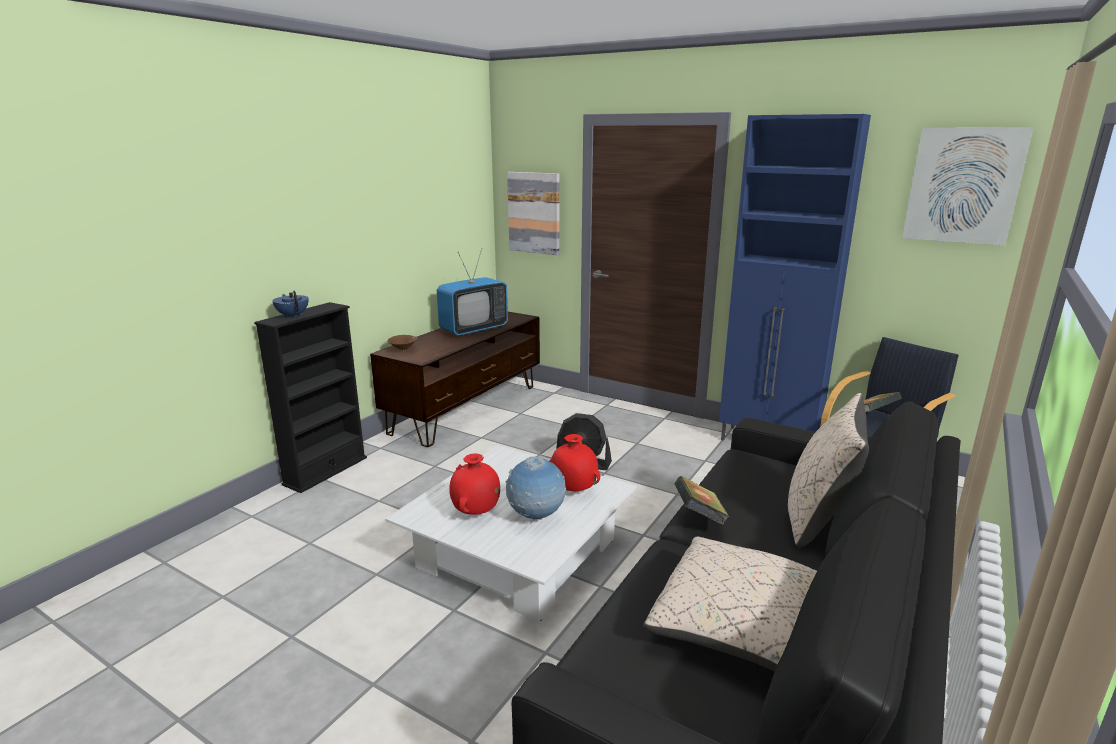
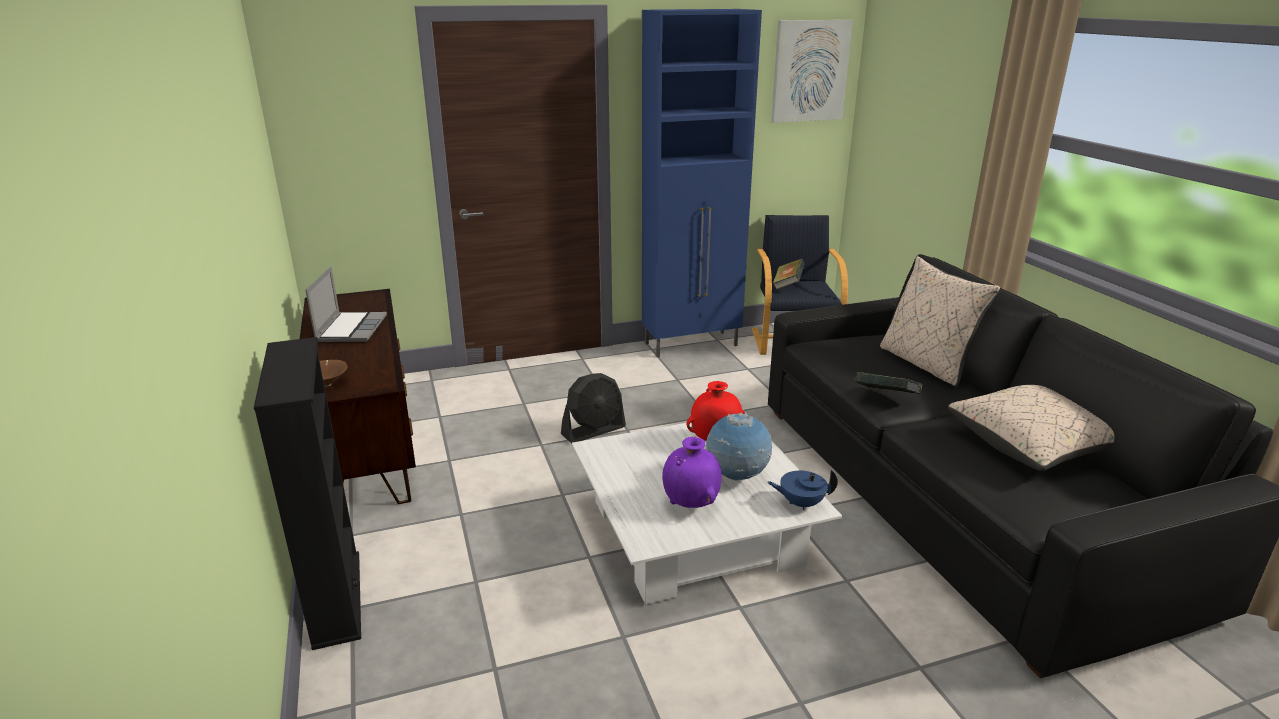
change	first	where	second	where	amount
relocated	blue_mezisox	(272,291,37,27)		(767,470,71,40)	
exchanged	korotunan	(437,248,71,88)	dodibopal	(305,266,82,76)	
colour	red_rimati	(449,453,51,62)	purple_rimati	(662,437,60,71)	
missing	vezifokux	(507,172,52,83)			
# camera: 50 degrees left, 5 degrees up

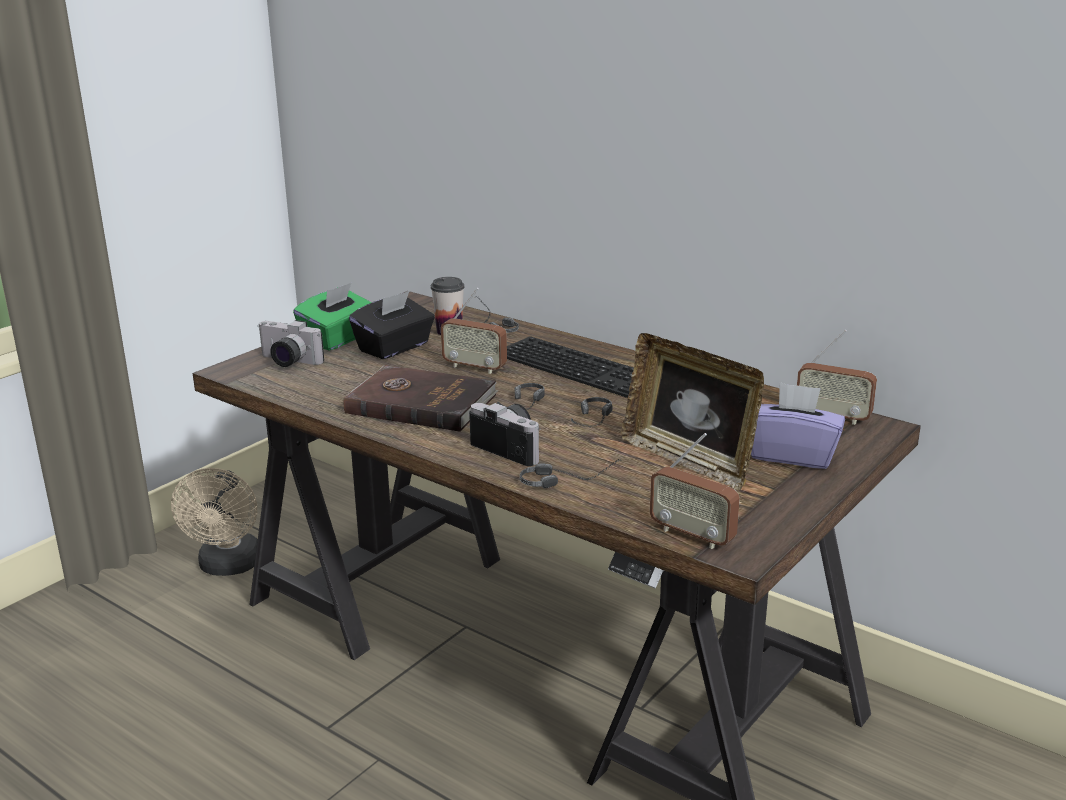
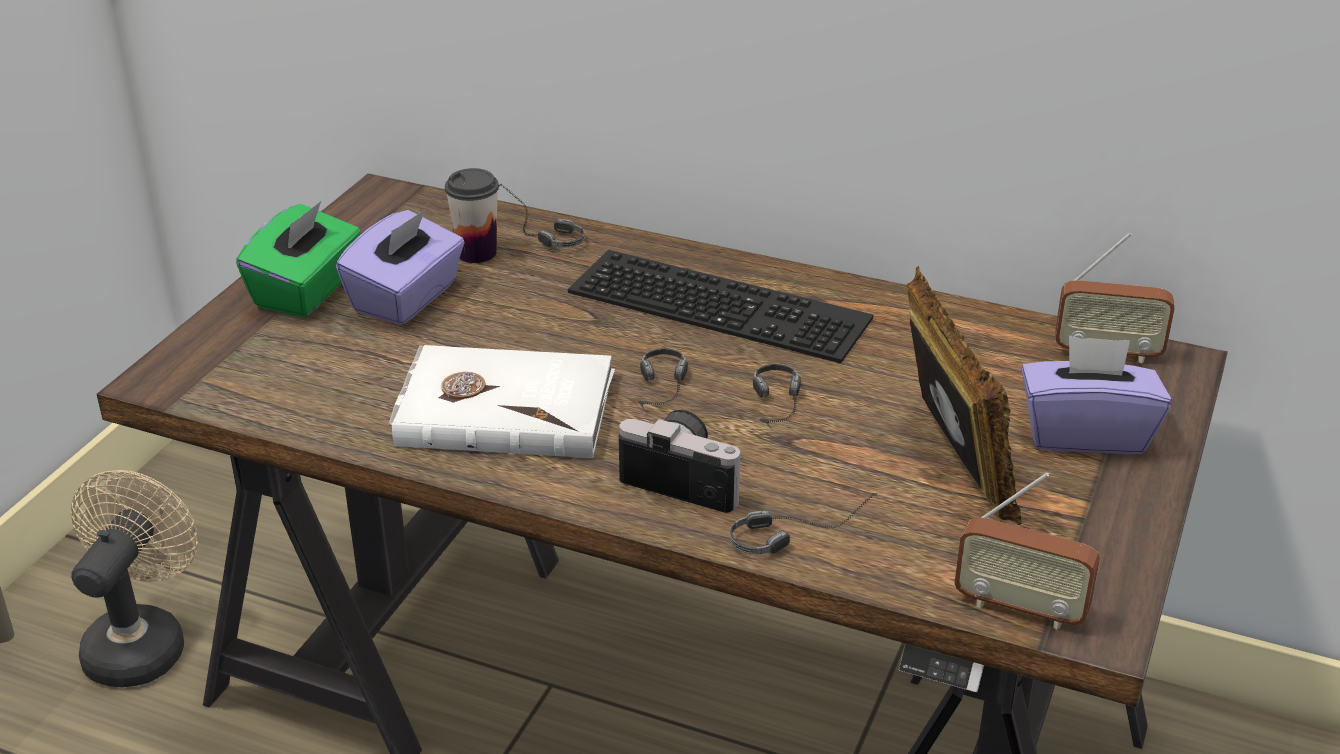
change	first	where	second	where	amount
spun	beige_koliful	(171,468,87,108)		(71,470,127,217)	150 degrees counterclockwise
missing	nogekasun	(258,320,66,47)			
colour	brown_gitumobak	(343,365,155,67)	white_gitumobak	(389,345,226,113)	
colour	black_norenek	(349,291,86,68)	purple_norenek	(336,209,129,116)	
missing	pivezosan	(441,288,66,86)			
spun	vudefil	(621,333,143,158)		(906,266,115,259)	135 degrees counterclockwise
# camera: 15 degrees left, 10 degrees up

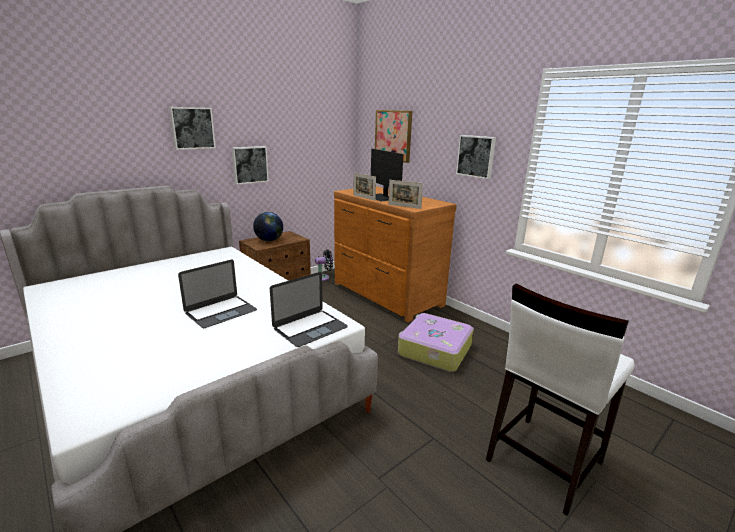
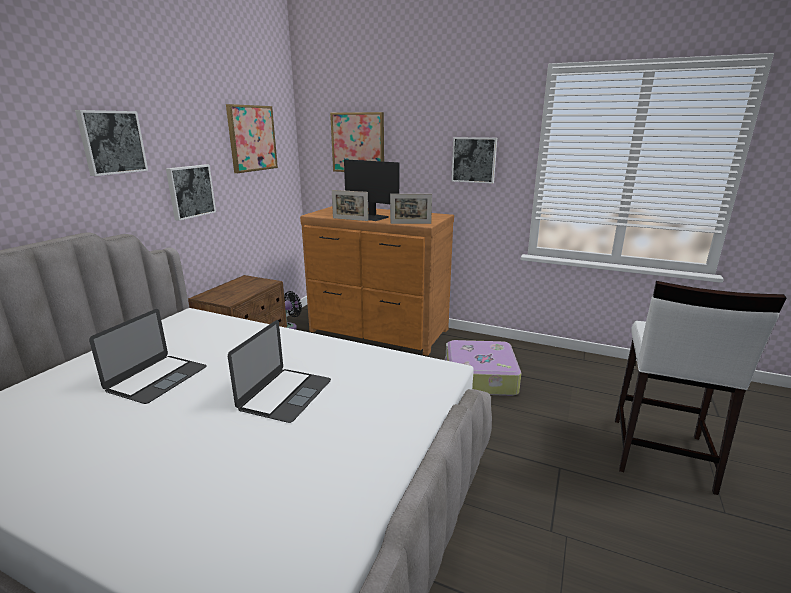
change	first	where	second	where	amount
missing	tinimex	(253,212,30,29)			
relocated	dodibopal	(270,272,78,75)		(89,309,118,95)	
appeared			vezifokux	(226,104,52,69)	
# camera: 25 degrees left, 0 degrees up

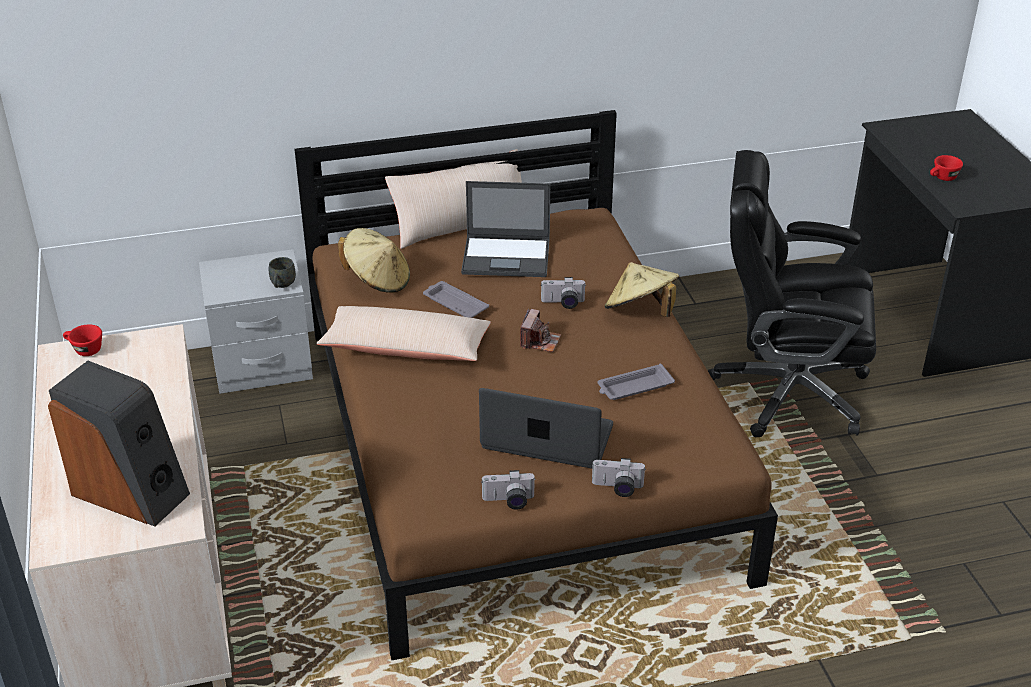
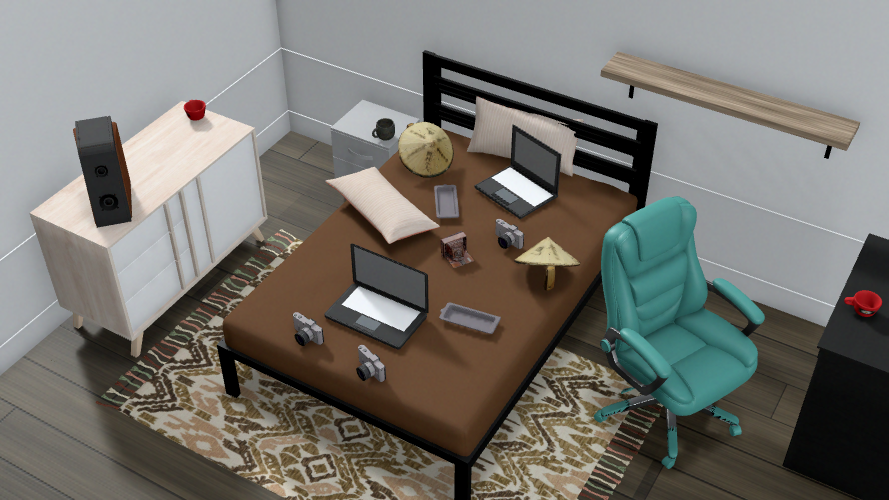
change	first	where	second	where	amount
spun	dodibopal	(479,388,134,81)		(324,244,105,106)	150 degrees clockwise
colour	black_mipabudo	(708,150,168,287)	turquoise_mipabudo	(594,196,171,273)	
appeared			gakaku	(600,51,260,108)	
# camera: 45 degrees right, 5 degrees up

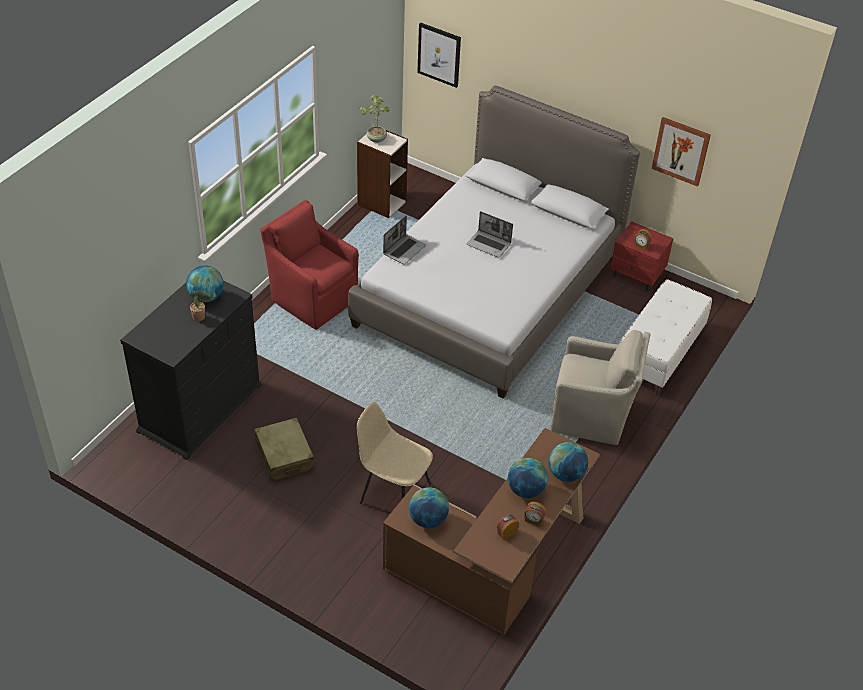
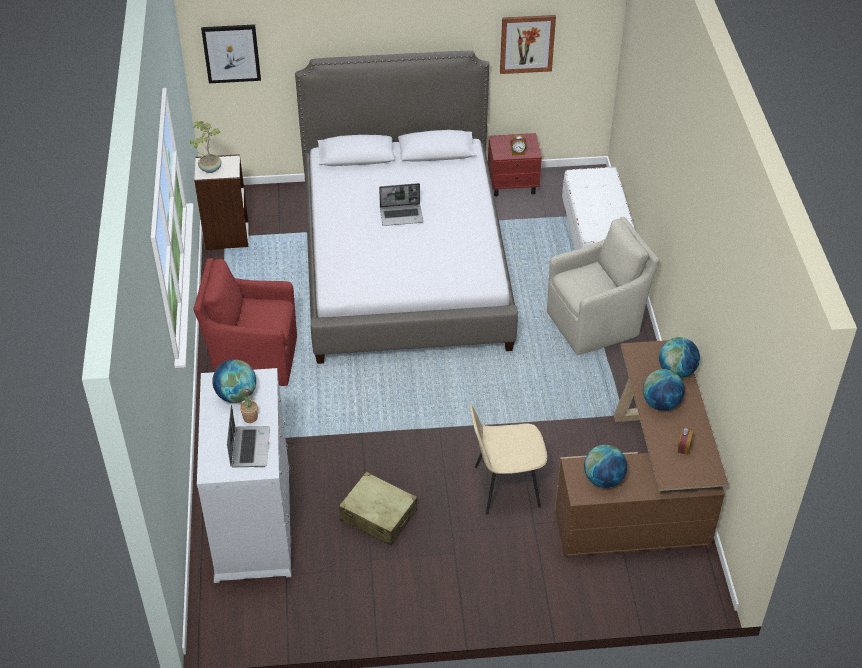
change	first	where	second	where	amount
colour	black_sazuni	(120,280,142,180)	white_sazuni	(197,368,95,215)	
relocated	dodibopal	(383,216,43,48)		(227,405,43,63)	
missing	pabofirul	(524,502,22,25)			
# camera: 35 degrees left, 0 degrees up

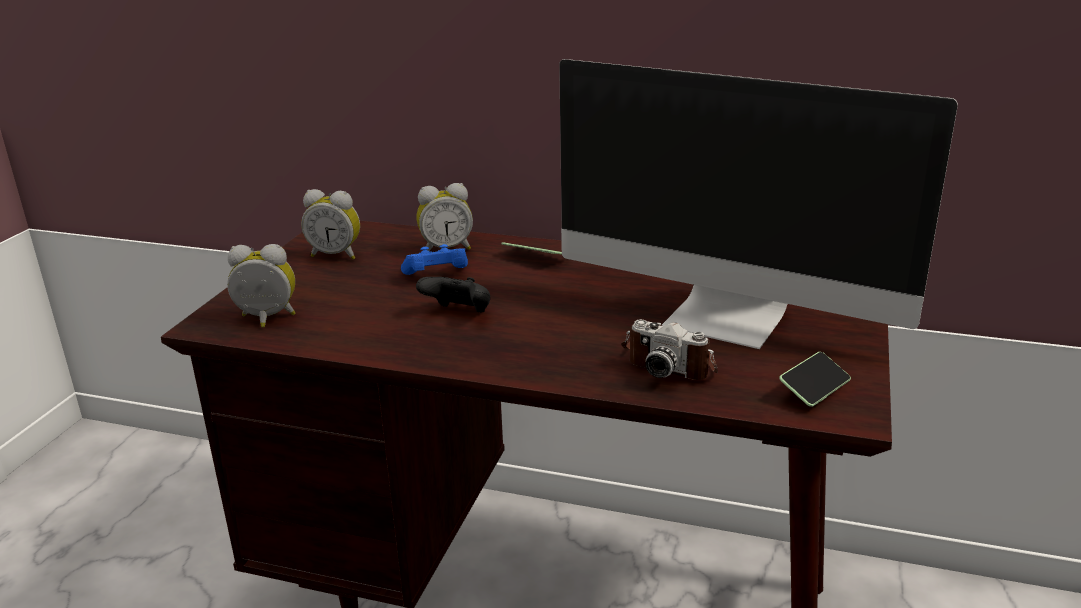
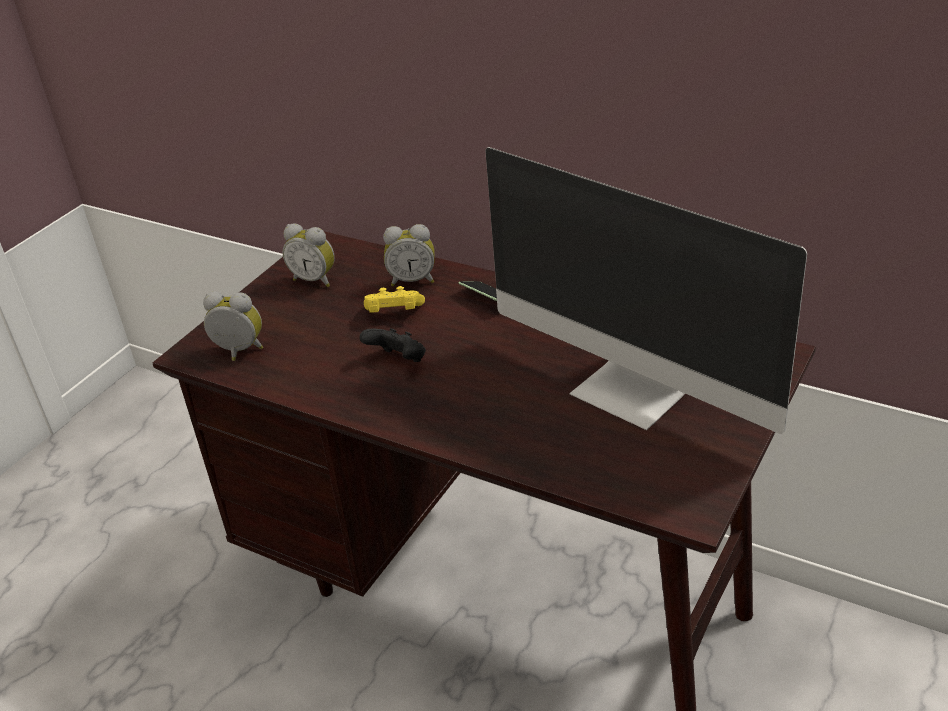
change	first	where	second	where	amount
colour	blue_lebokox	(401,244,67,31)	yellow_lebokox	(364,286,61,27)	
missing	nogekasun	(621,319,97,61)			
missing	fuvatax	(779,352,72,55)			
# camera: 15 degrees right, 10 degrees up

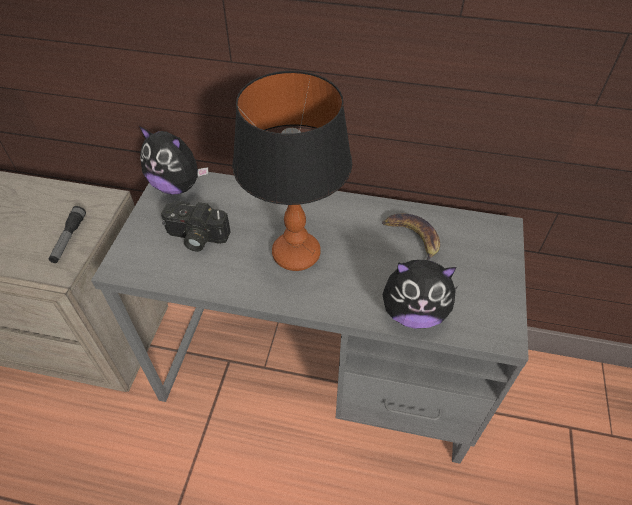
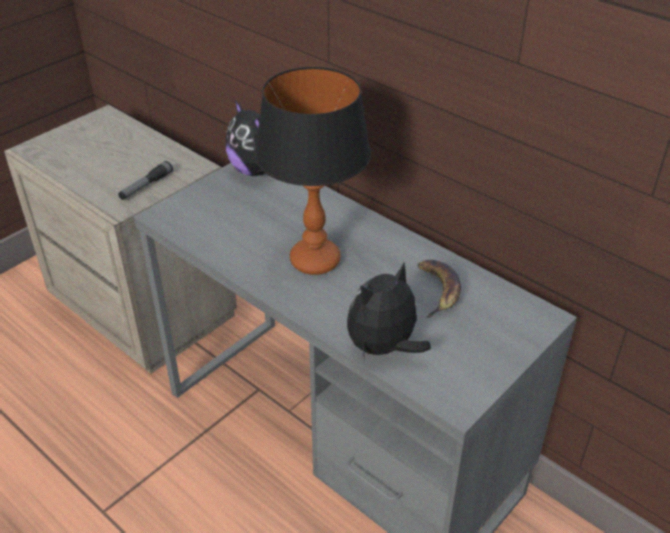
change	first	where	second	where	amount
missing	nogekasun	(161,201,70,51)			
spun	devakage	(382,260,77,69)		(347,263,84,97)	105 degrees clockwise
# camera: 30 degrees right, 10 degrees down

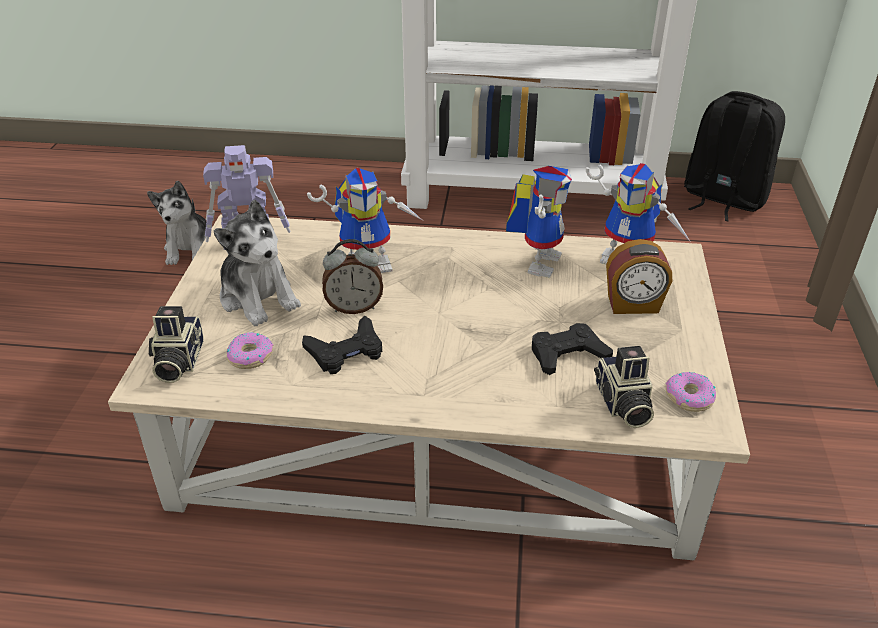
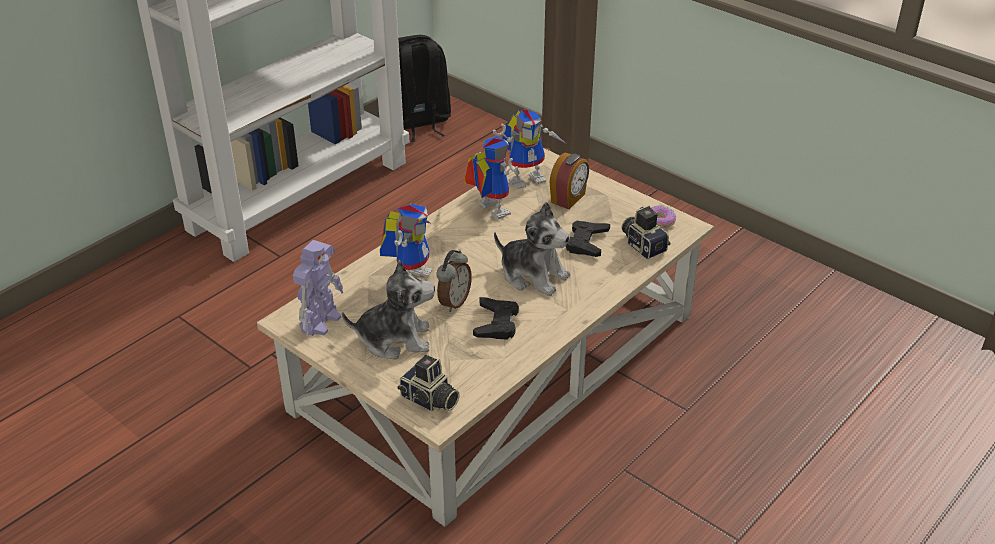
change	first	where	second	where	amount
relocated	devakage	(147,181,59,84)		(494,202,76,94)	
missing	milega	(227,332,46,37)			
spun	nogekasun	(594,346,60,82)		(621,205,49,55)	150 degrees counterclockwise
# camera: 55 degrees left, 0 degrees up

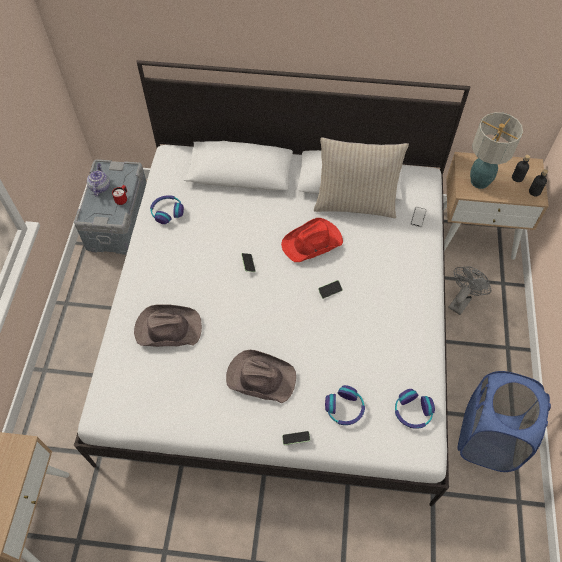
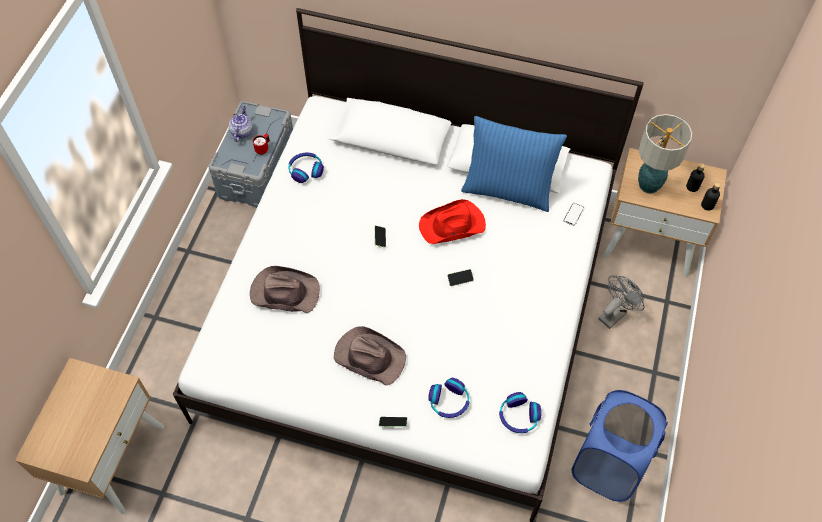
change	first	where	second	where	amount
colour	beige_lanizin	(314,138,95,80)	blue_lanizin	(461,116,106,96)	
# camera: 10 degrees right, 0 degrees up

